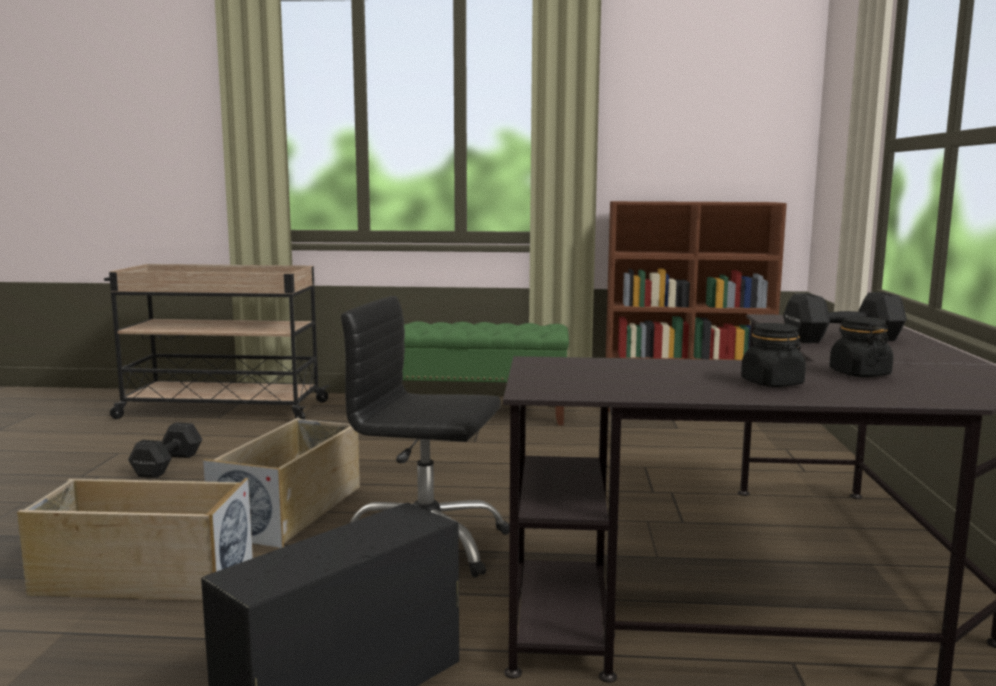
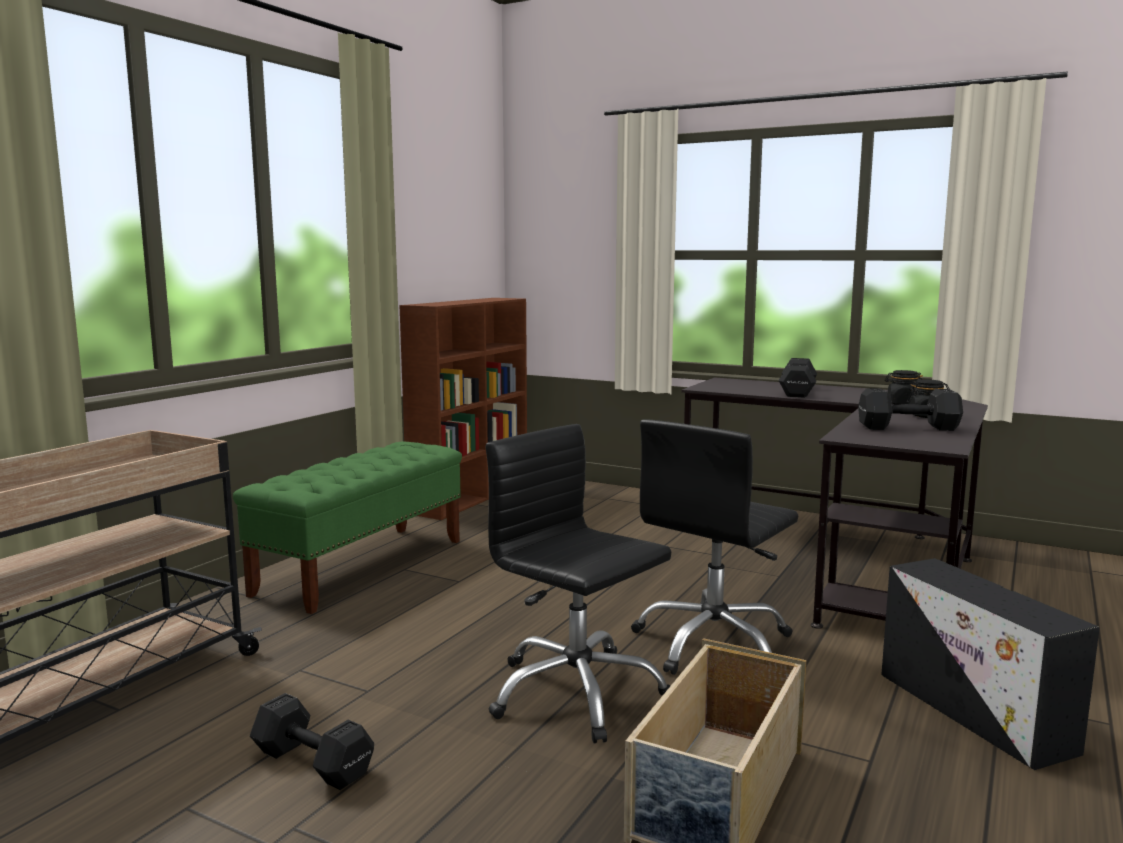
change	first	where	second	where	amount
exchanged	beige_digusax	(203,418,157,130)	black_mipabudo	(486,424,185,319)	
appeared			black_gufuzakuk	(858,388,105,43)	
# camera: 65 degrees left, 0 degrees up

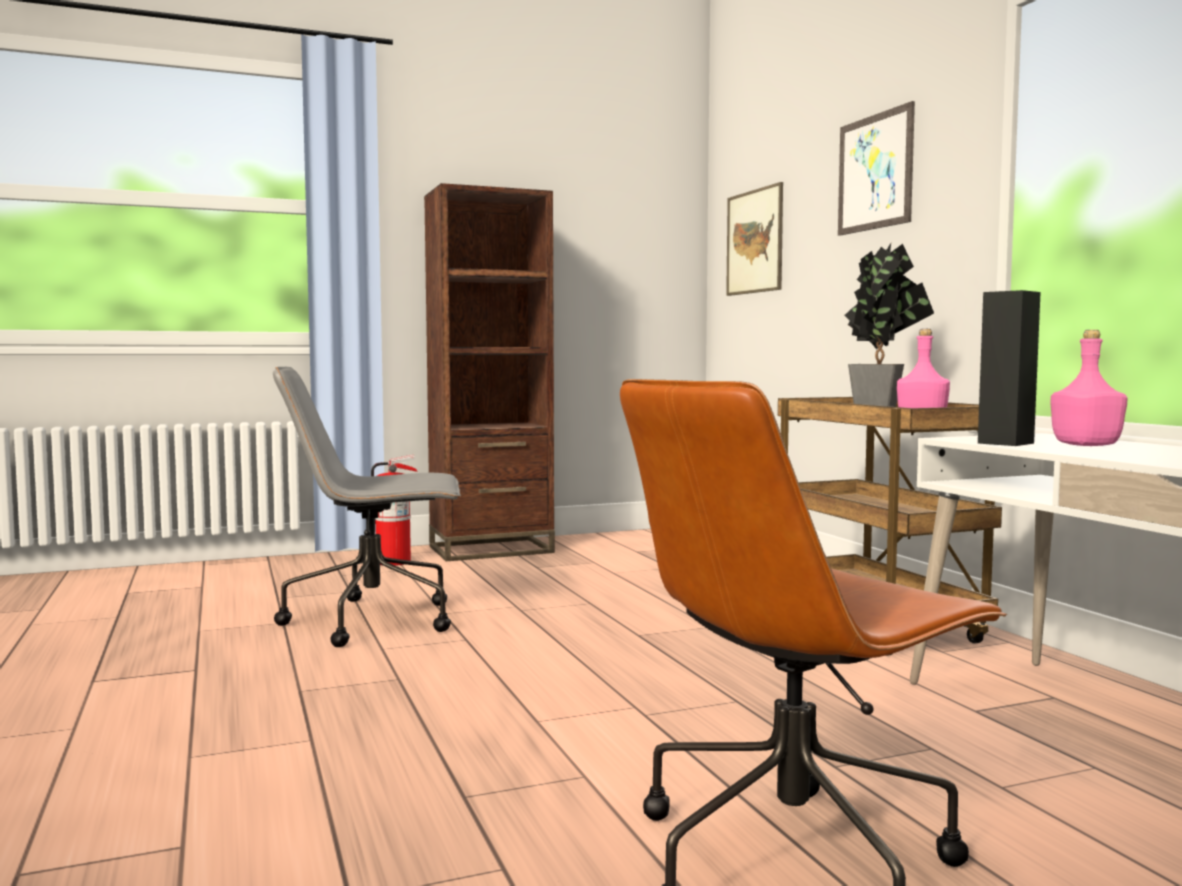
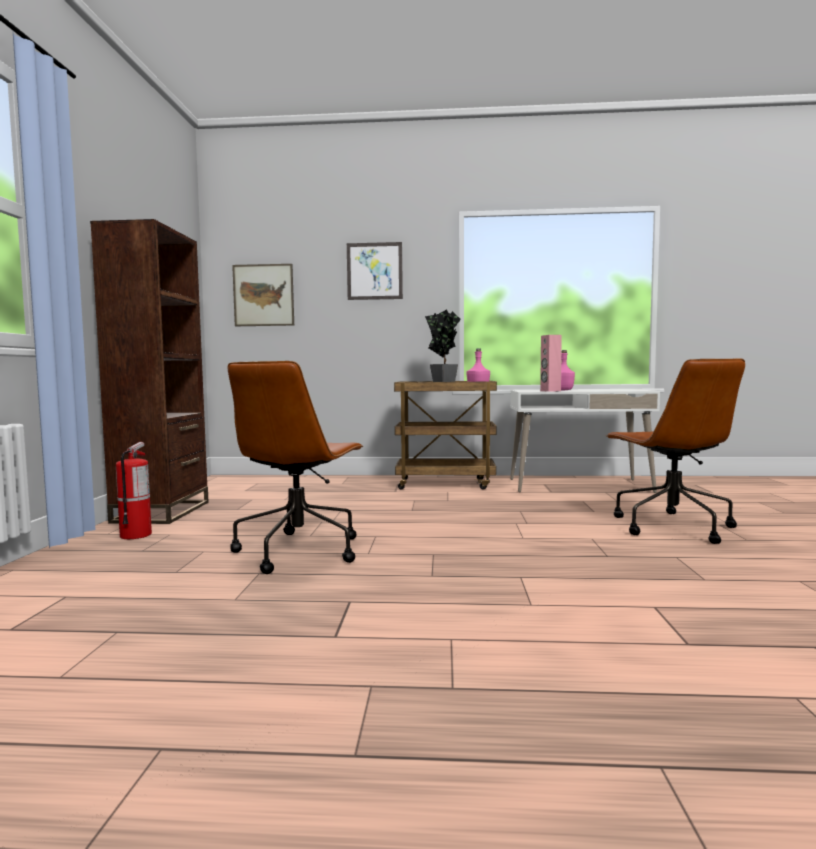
change	first	where	second	where	amount
colour	grey_mipabudo	(273,367,188,280)	brown_mipabudo	(228,361,135,213)	
colour	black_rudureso	(978,290,63,156)	pink_rudureso	(540,335,22,57)	
# camera: 65 degrees left, 0 degrees up

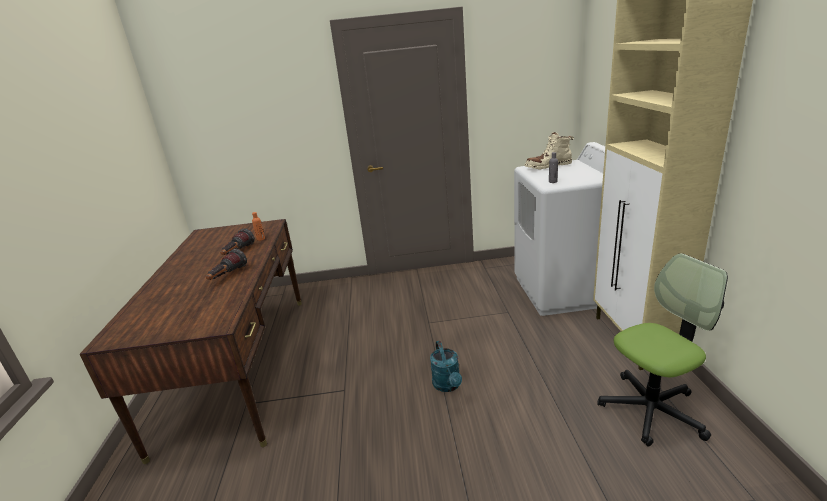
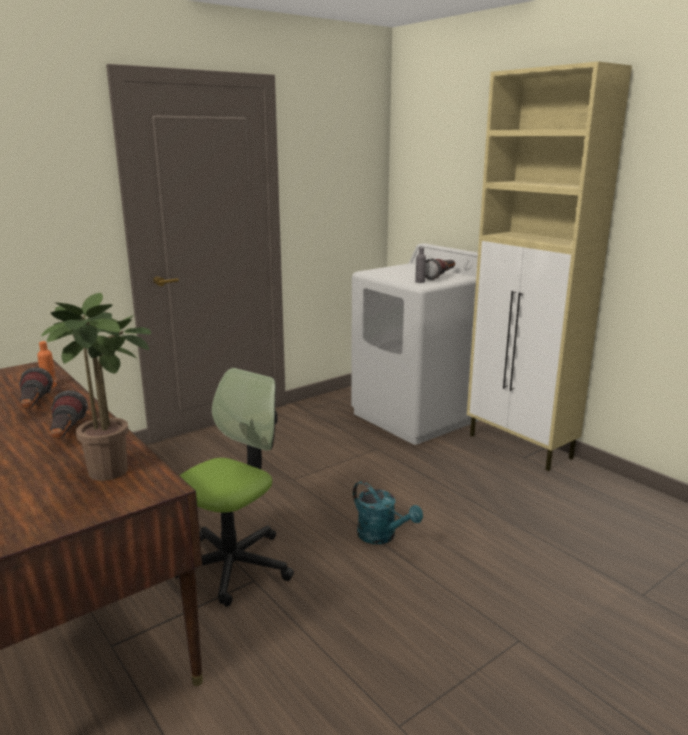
change	first	where	second	where	amount
missing	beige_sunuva	(524,132,50,38)			
relocated	mipabudo	(597,253,131,193)		(175,368,119,239)	
appeared			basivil	(41,293,110,188)	
appeared			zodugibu	(425,258,30,22)	
# camera: 35 degrees left, 5 degrees down

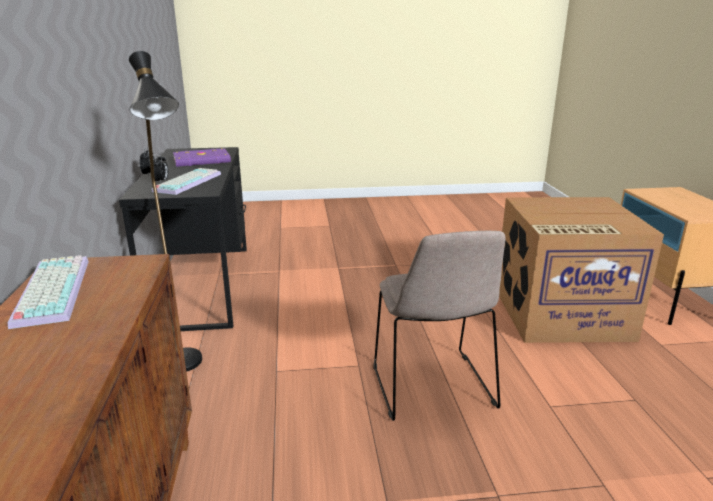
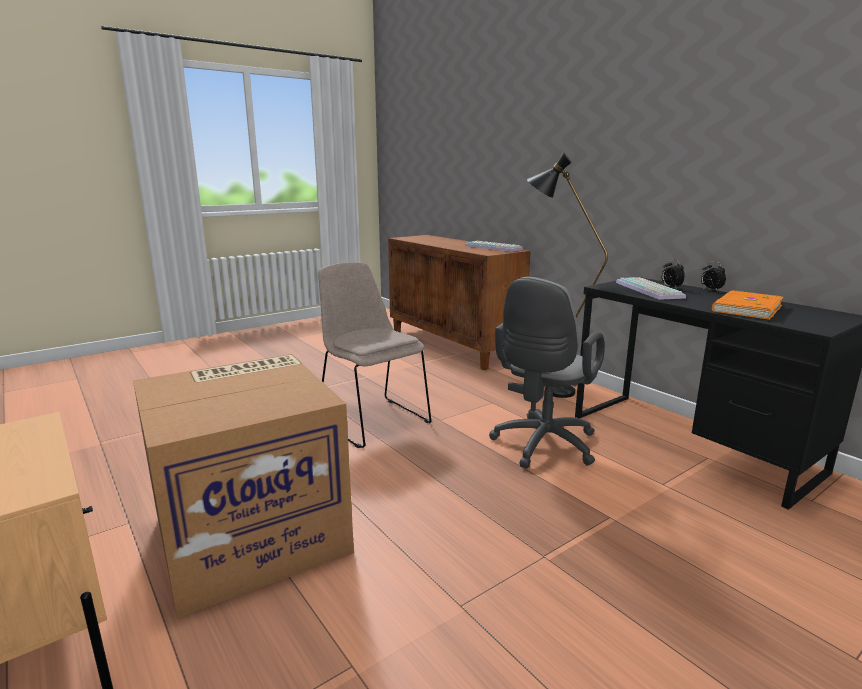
change	first	where	second	where	amount
colour	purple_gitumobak	(173,148,58,19)	orange_gitumobak	(712,291,71,29)	
appeared			grey_mipabudo	(489,277,116,192)	
# camera: 150 degrees right, 5 degrees down

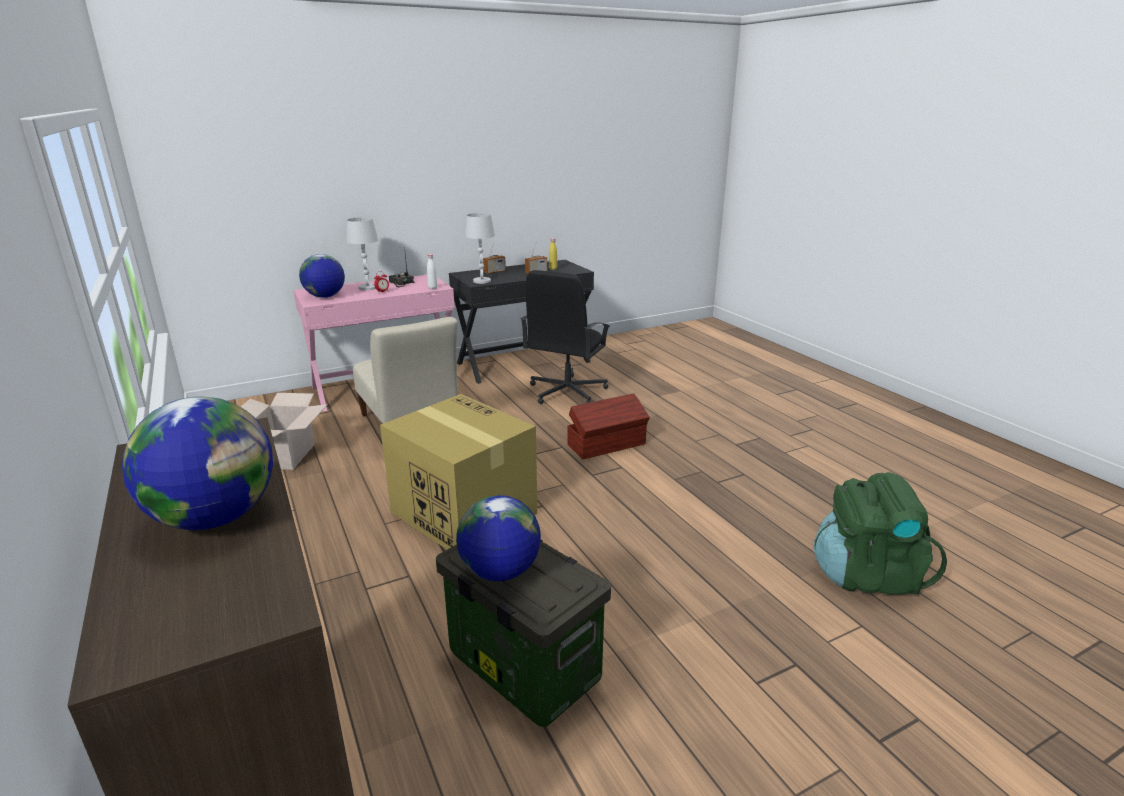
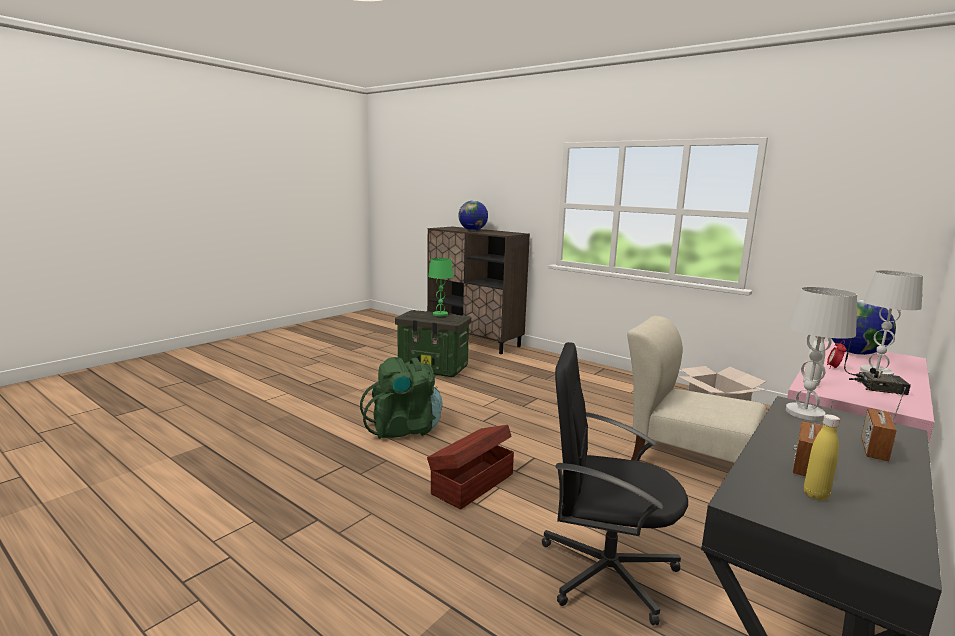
change	first	where	second	where	amount
missing	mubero	(380,394,157,155)			
exchanged	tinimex	(456,495,85,86)	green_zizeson	(428,258,26,58)	
spun	black_mipabudo	(521,270,89,134)		(542,342,146,283)	75 degrees counterclockwise
relocated	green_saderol	(814,472,133,123)		(360,357,82,82)	
# camera: 155 degrees right, 10 degrees down

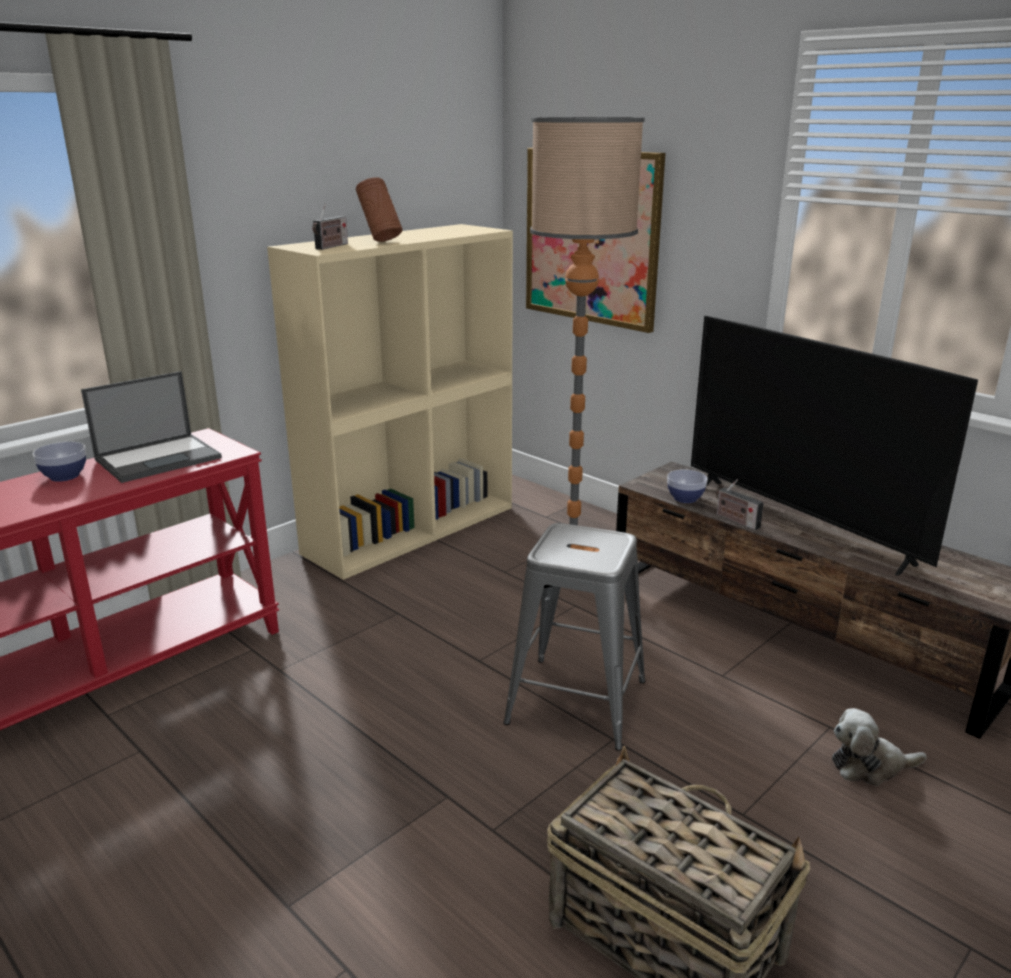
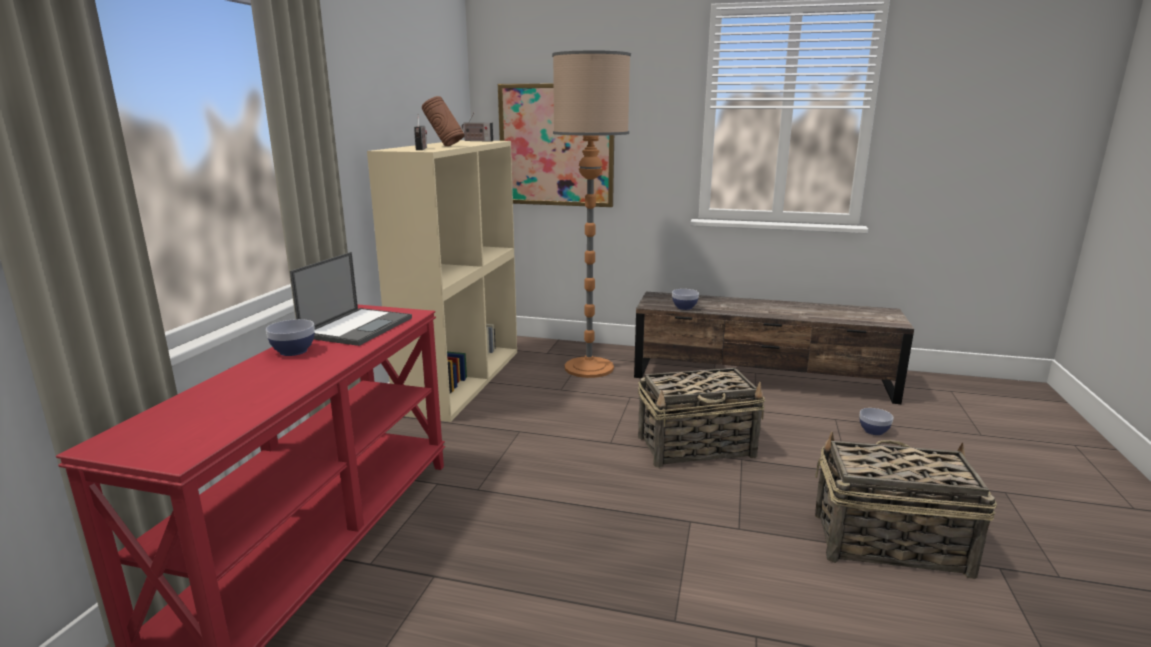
change	first	where	second	where	amount
exchanged	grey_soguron	(503,523,142,227)	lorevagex	(638,368,127,100)	
missing	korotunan	(691,316,287,260)			
relocated	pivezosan	(716,479,48,51)		(462,112,31,30)	
exchanged	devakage	(832,708,95,78)	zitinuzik	(859,408,34,27)	
# camera: 30 degrees left, 5 degrees down

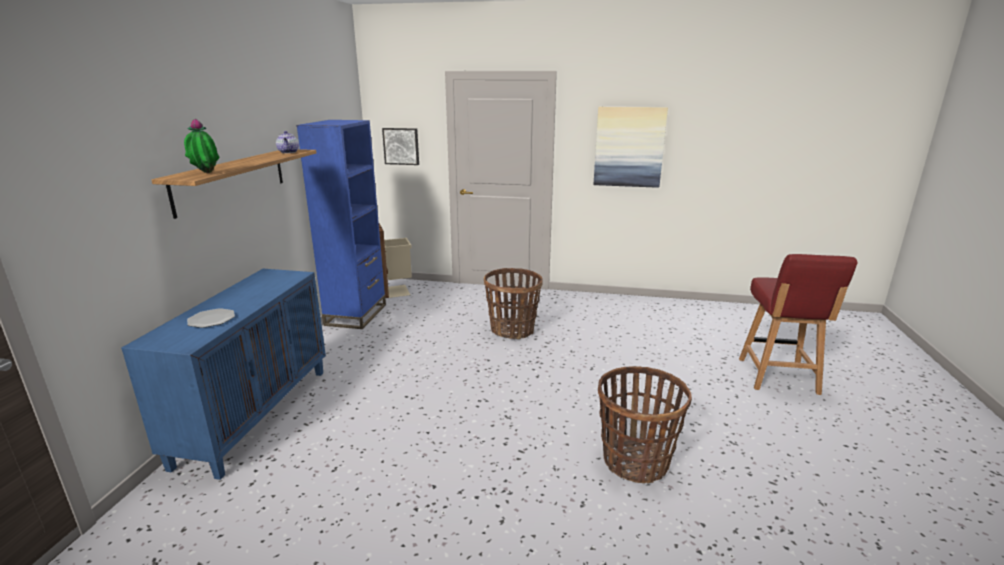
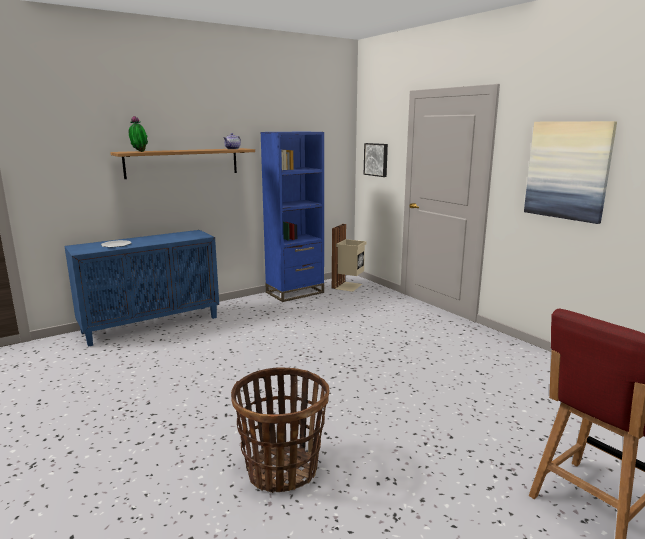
change	first	where	second	where	amount
missing	lorevagex	(484,268,59,71)			
# camera: 45 degrees right, 5 degrees down

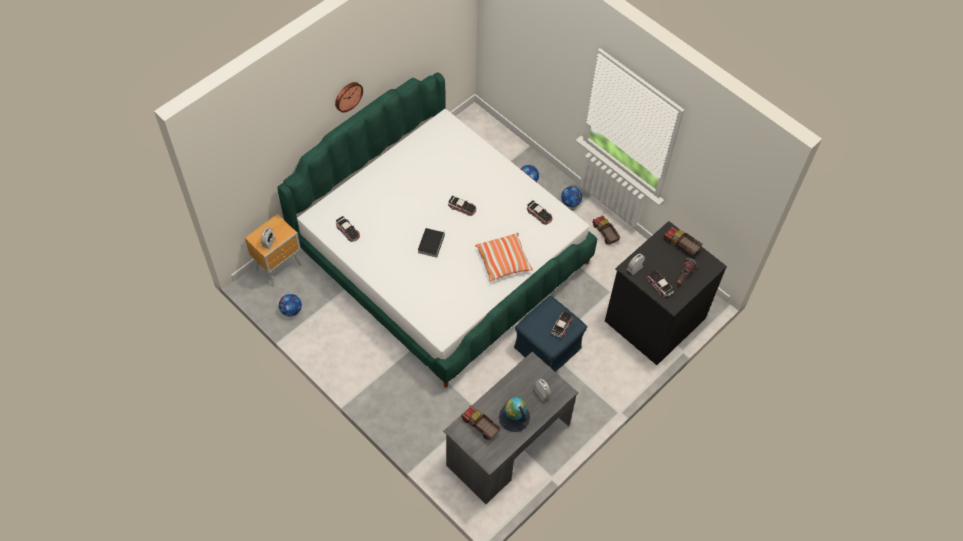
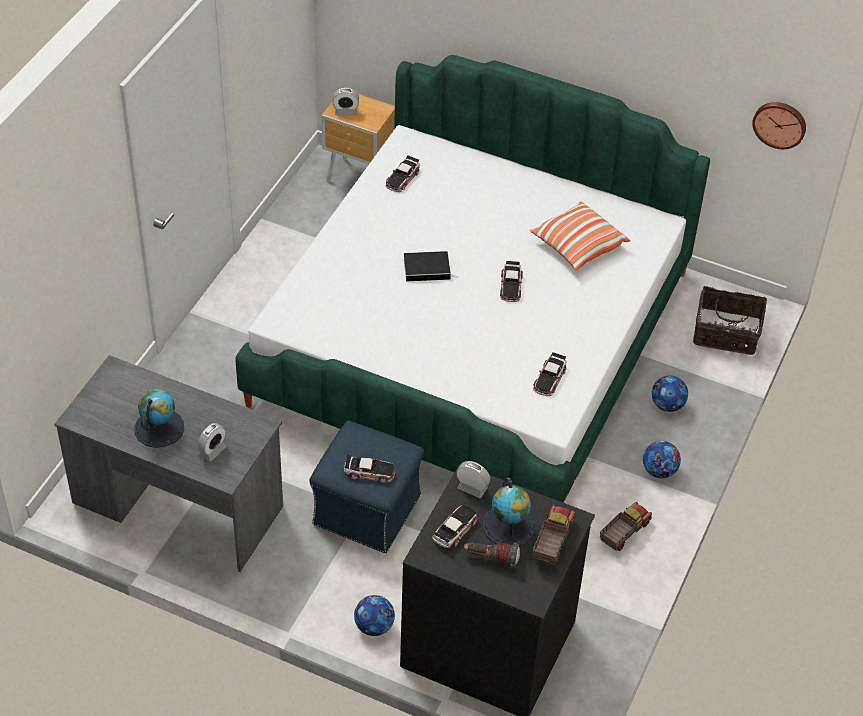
change	first	where	second	where	amount
relocated	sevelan	(279,294,23,22)		(354,595,41,41)	
relocated	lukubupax	(335,82,28,31)		(752,102,54,47)	
missing	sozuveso	(461,406,40,34)			
relocated	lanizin	(475,233,58,48)		(530,201,100,70)	
appeared			tinimex	(483,478,53,68)	
appeared			lorevagex	(693,286,74,69)	
# camera: 70 degrees right, 10 degrees down

